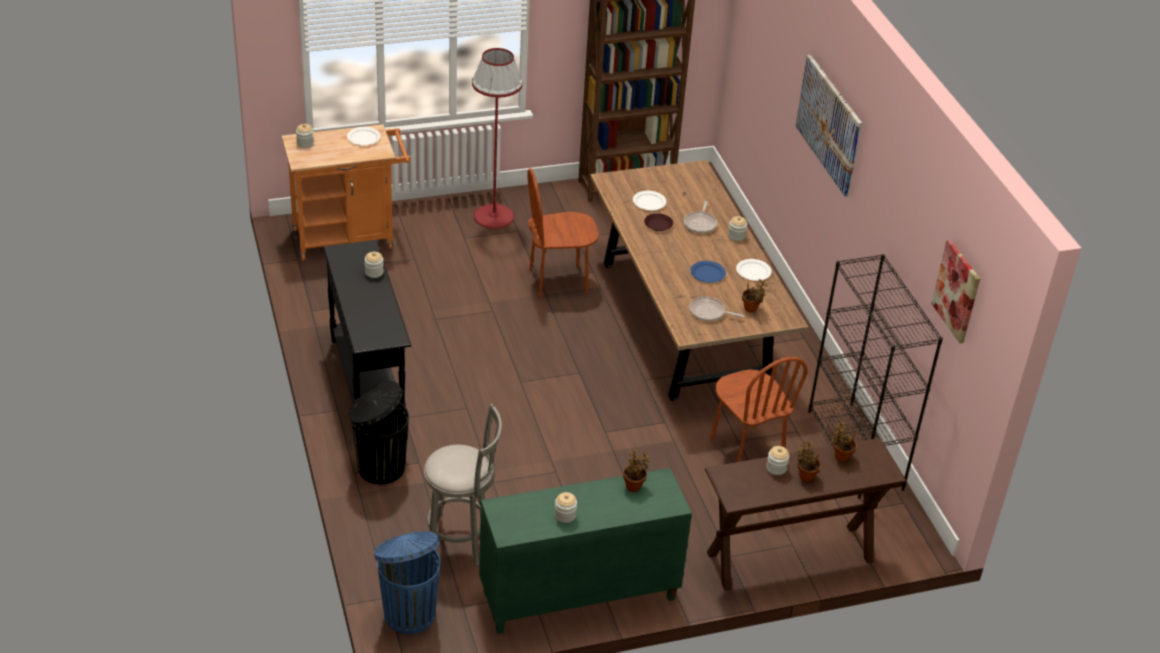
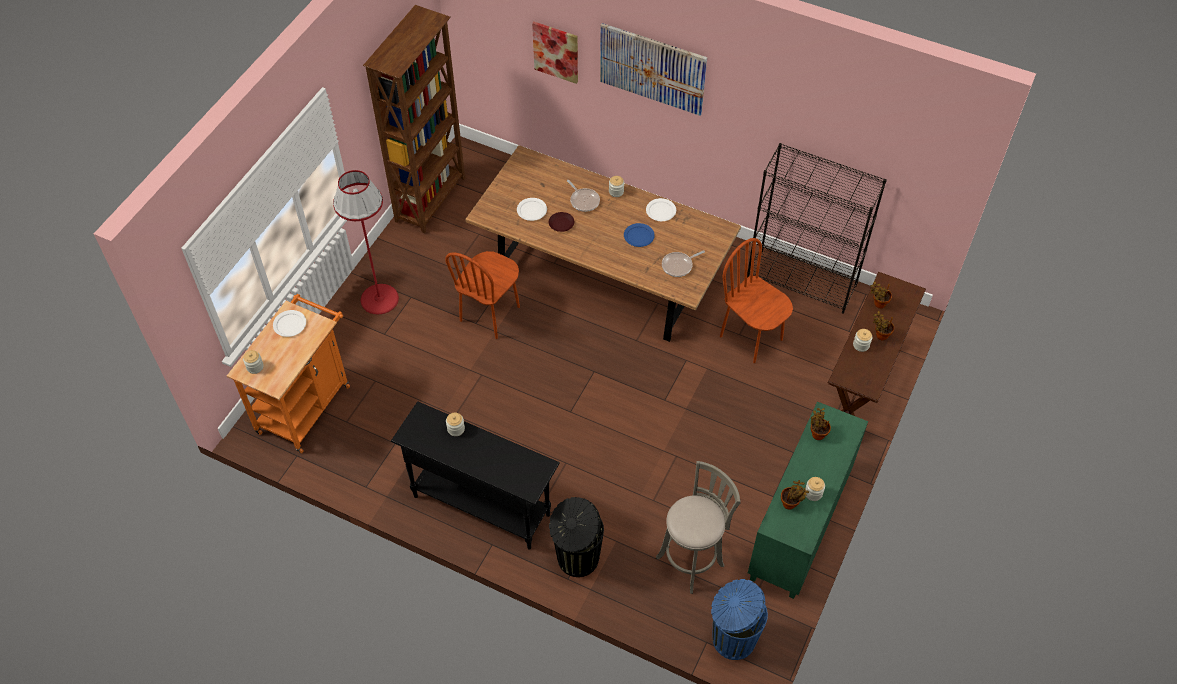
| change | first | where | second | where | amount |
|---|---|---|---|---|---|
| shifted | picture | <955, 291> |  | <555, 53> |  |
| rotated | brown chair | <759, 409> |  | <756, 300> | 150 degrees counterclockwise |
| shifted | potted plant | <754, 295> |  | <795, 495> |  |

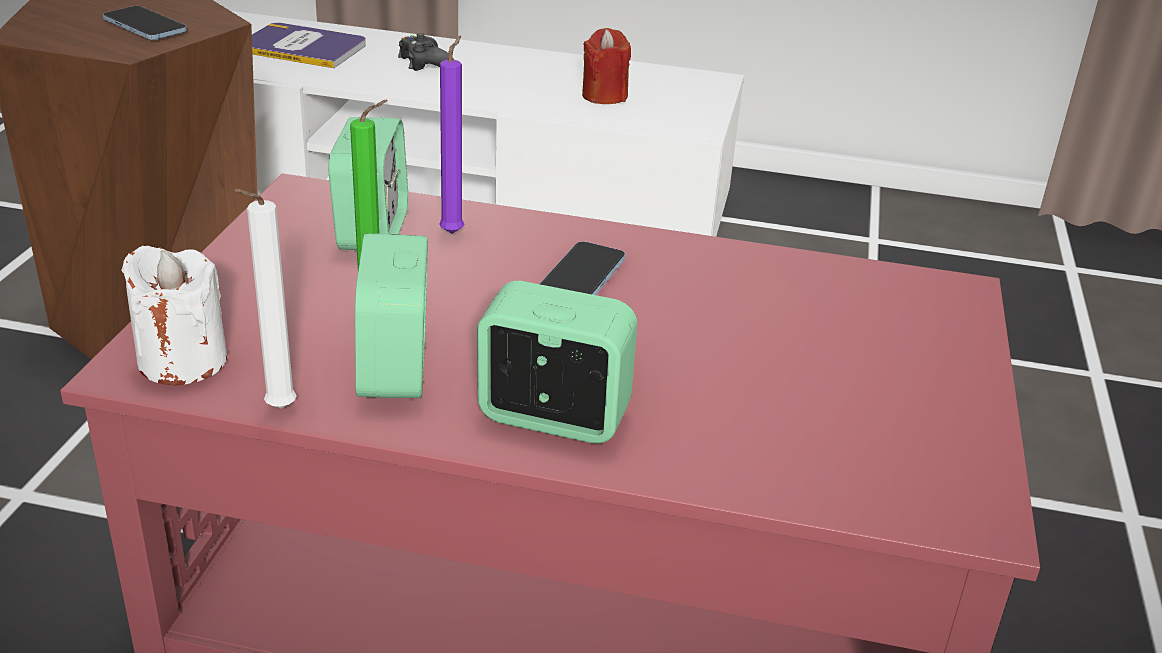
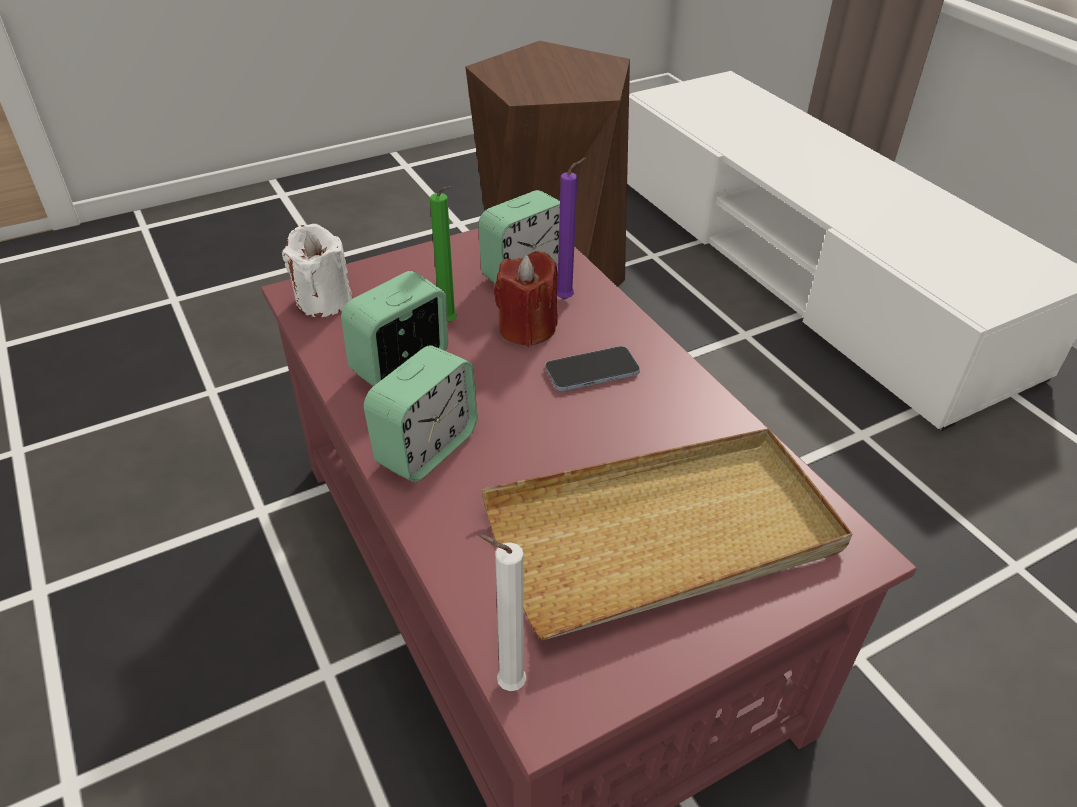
| change | first | where | second | where | amount |
|---|---|---|---|---|---|
| rotated | alarm clock | <557, 362> |  | <421, 413> | 60 degrees clockwise |
| shifted | white candle | <265, 299> |  | <502, 613> |  |
| new |  |  | beige tray | <667, 534> |  |
| shifted | red candle | <606, 66> |  | <526, 299> |  |
| gone | phone | <145, 23> |  |  |  |
| gone | book | <309, 45> |  |  |  |
| gone | black game controller | <426, 52> |  |  |  |

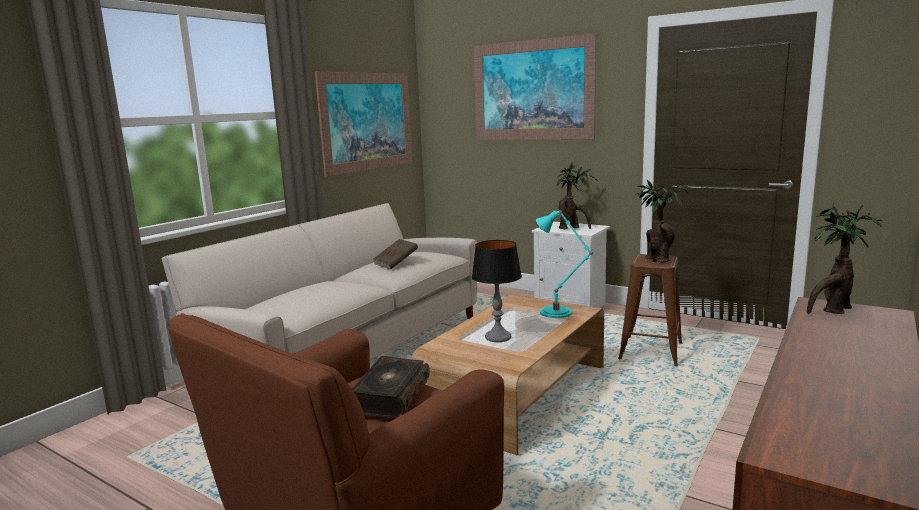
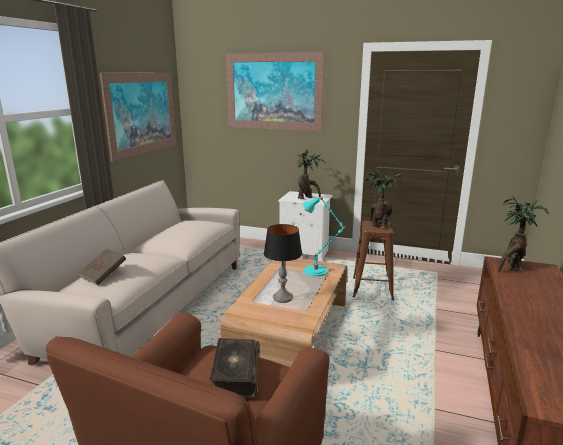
| change | first | where | second | where | amount |
|---|---|---|---|---|---|
| shifted | brown book | <395, 254> |  | <102, 267> |  |

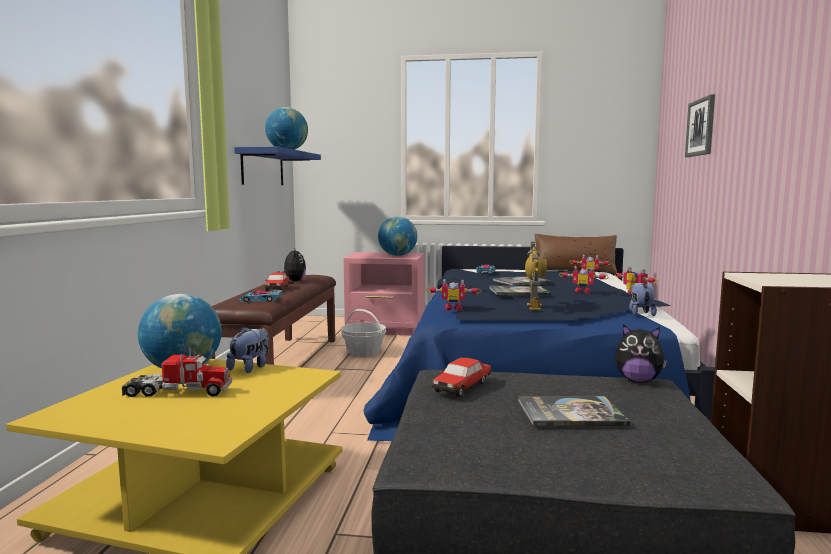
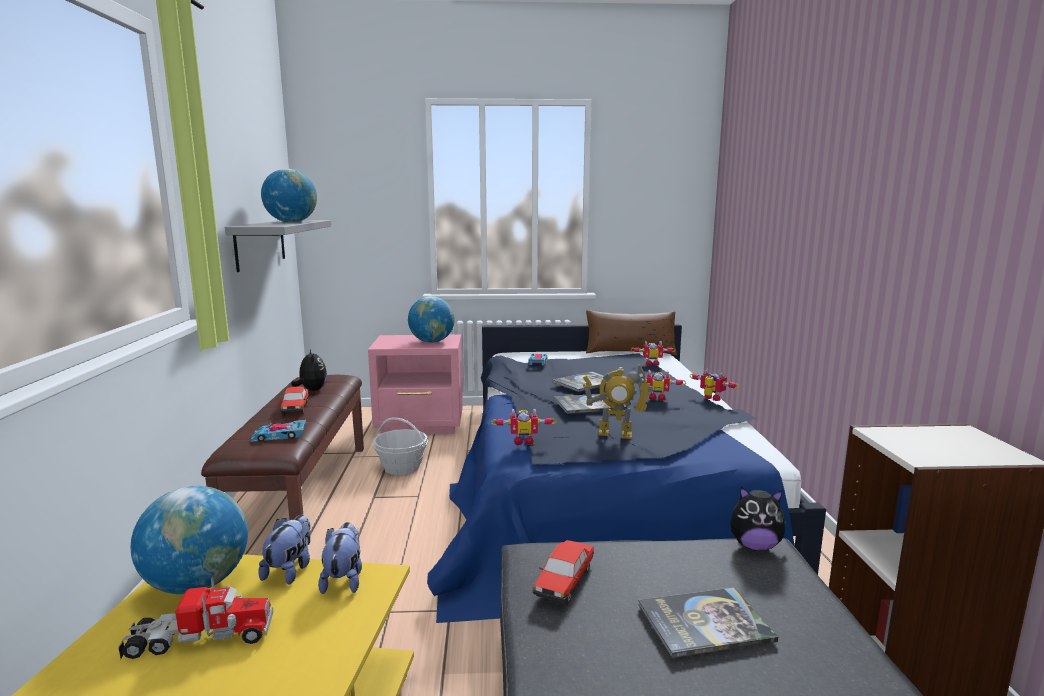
| change | first | where | second | where | amount |
|---|---|---|---|---|---|
| repainted | blue shelf | <277, 166> | grey shelf | <278, 246> |  |
| shifted | plush toy | <643, 299> |  | <340, 558> |  |
| rotated | toy robot | <536, 276> |  | <618, 401> | 105 degrees clockwise |
| gone | picture | <700, 125> |  |  |  |

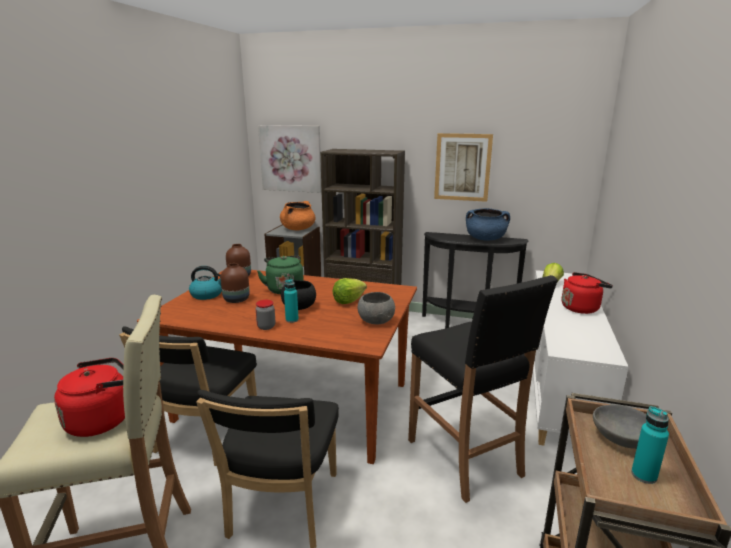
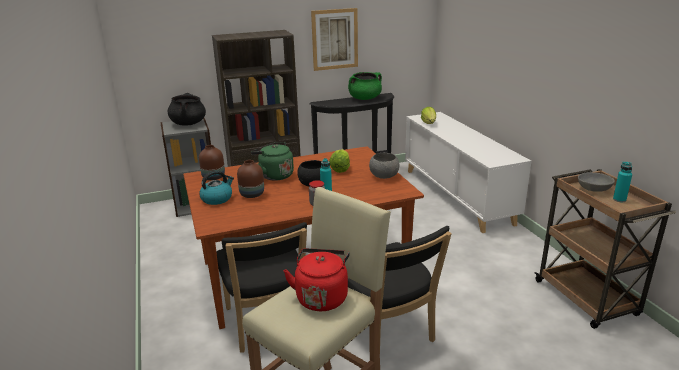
| change | first | where | second | where | amount |
|---|---|---|---|---|---|
| repainted | orange cooking pot | <297, 215> | black cooking pot | <186, 109> |  |
| repainted | blue cooking pot | <488, 224> | green cooking pot | <365, 86> |  |
| gone | picture | <290, 159> |  |  |  |
| gone | black stool | <483, 389> |  |  |  |
| gone | red kettle | <587, 293> |  |  |  |

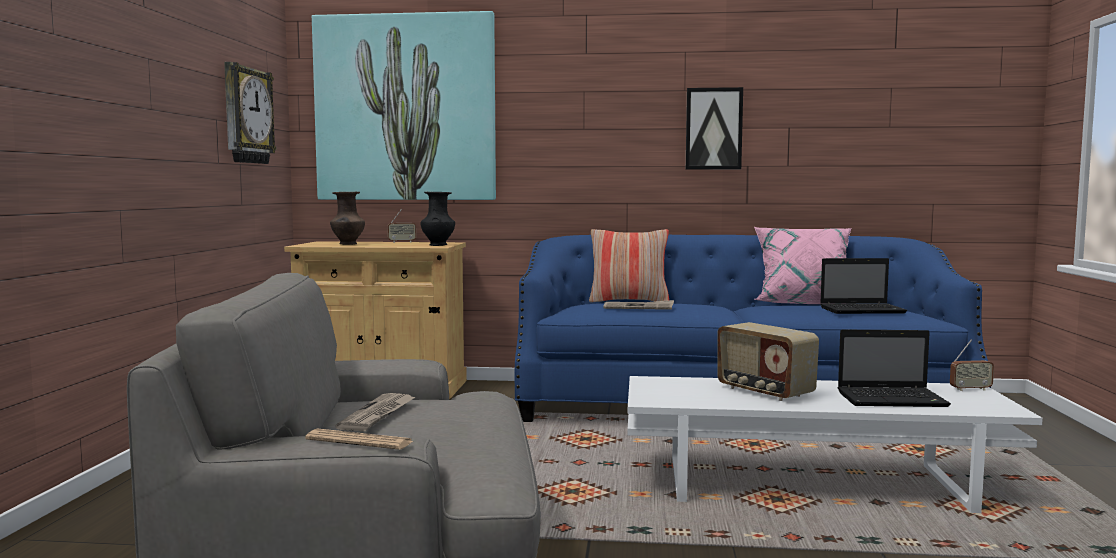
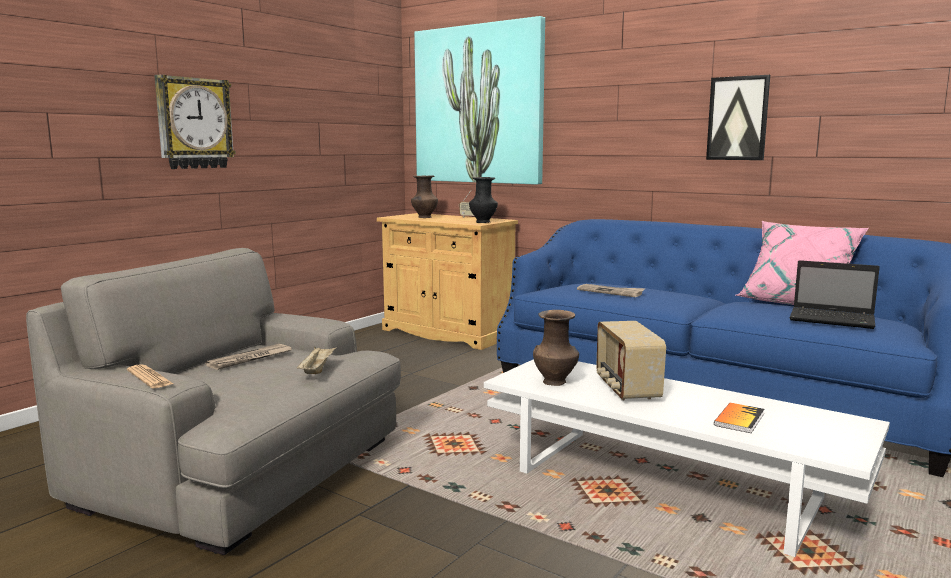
| change | first | where | second | where | amount |
|---|---|---|---|---|---|
| shifted | wall clock | <250, 113> |  | <195, 122> |  |
| new |  |  | beige tray | <316, 360> |  |
| new |  |  | brown vase | <556, 348> |  |
| swapped | laptop | <894, 368> | book | <739, 418> |  |
| gone | pillow | <629, 265> |  |  |  |
| gone | radio | <972, 365> |  |  |  |

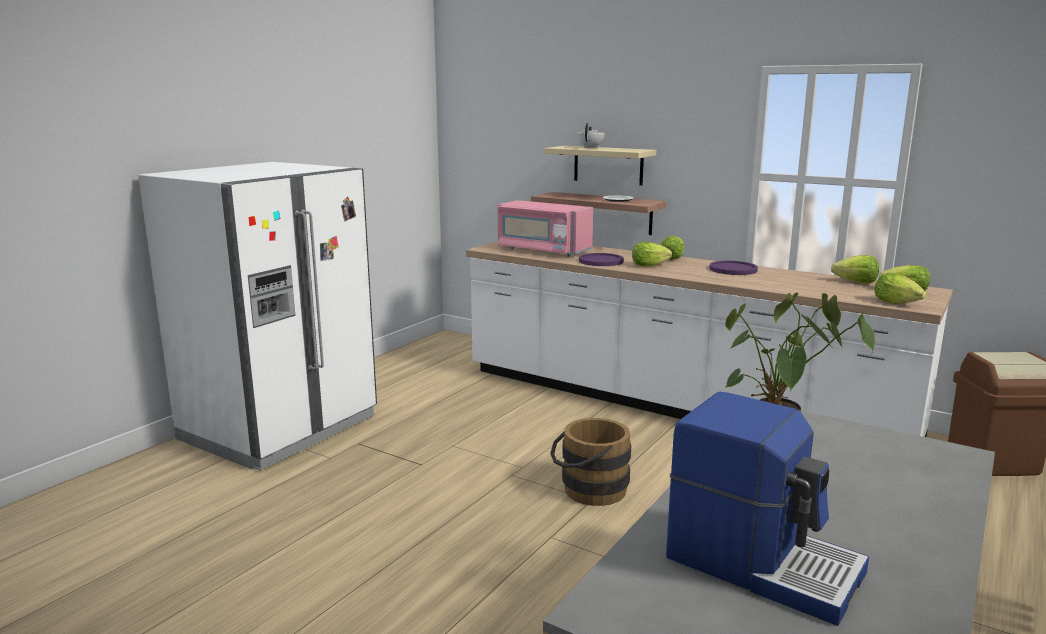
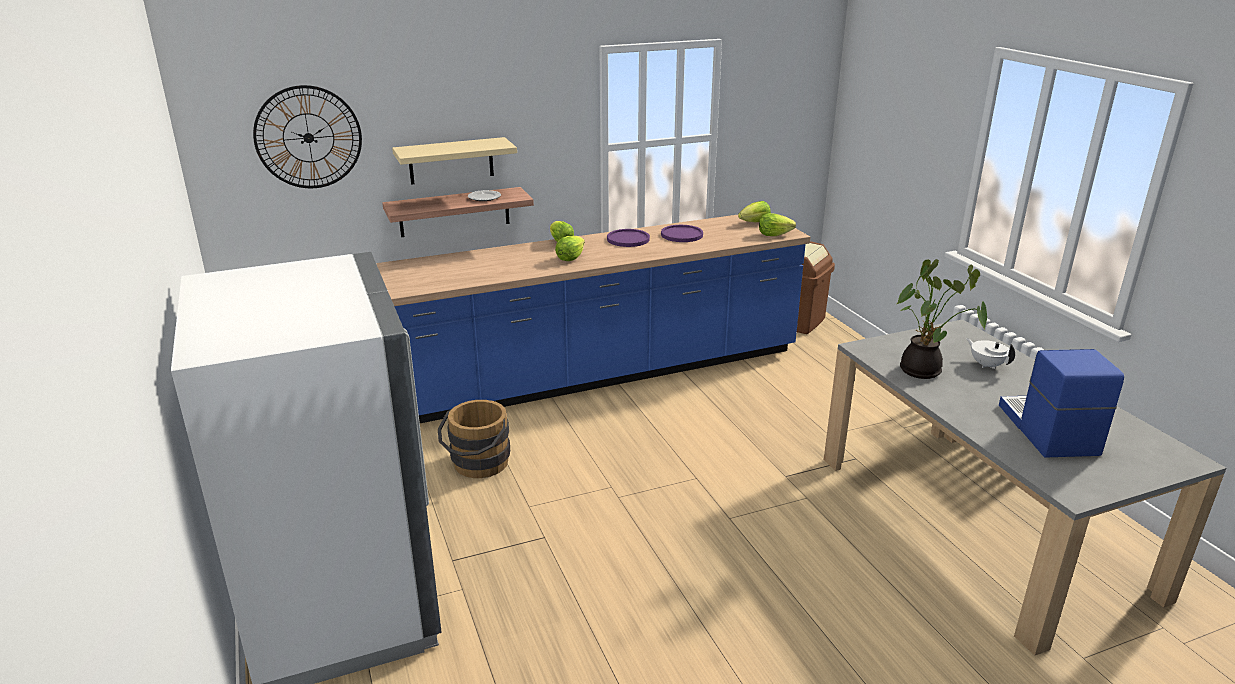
| change | first | where | second | where | amount |
|---|---|---|---|---|---|
| new |  |  | wall clock | <307, 136> |  |
| repainted | white counter | <709, 339> | blue counter | <593, 319> |  |
| shifted | brown bucket | <590, 462> |  | <474, 439> |  |
| shifted | purple plate | <601, 259> |  | <682, 233> |  |
| shifted | white teapot | <591, 136> |  | <990, 353> |  |
| rotated | coffee machine | <767, 508> |  | <1061, 403> | 75 degrees counterclockwise |
| gone | pink microwave | <545, 228> |  |  |  |
| gone | lettuce | <855, 269> |  |  |  |

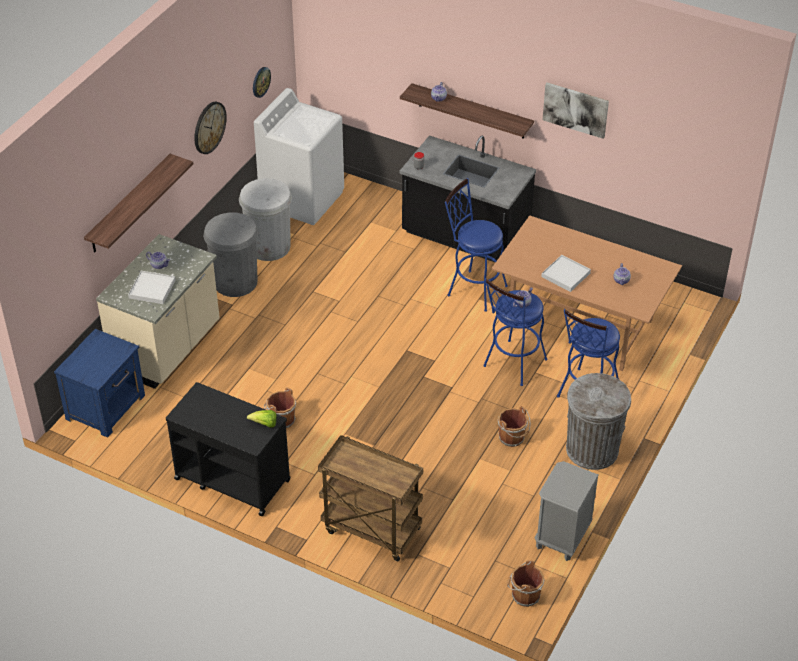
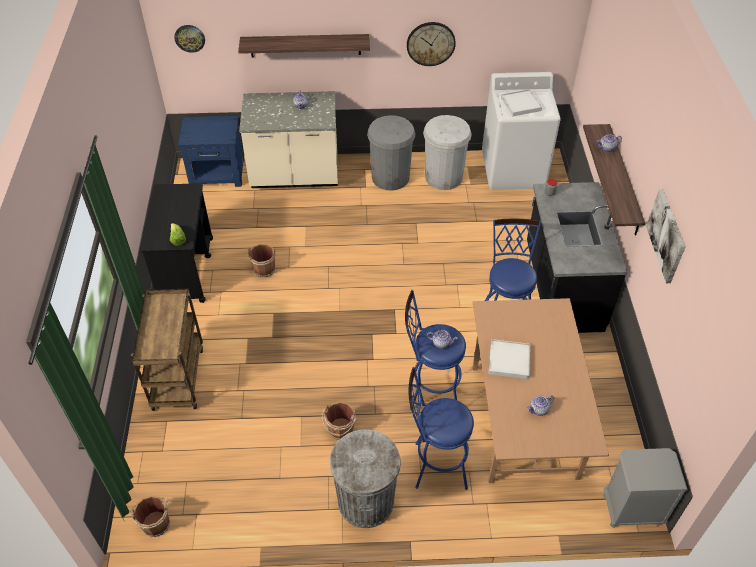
| change | first | where | second | where | amount |
|---|---|---|---|---|---|
| shifted | wall clock | <262, 82> |  | <189, 39> |  |
| shifted | white tray | <152, 287> |  | <521, 102> |  |
| shifted | grey nightstand | <567, 511> |  | <645, 488> |  |

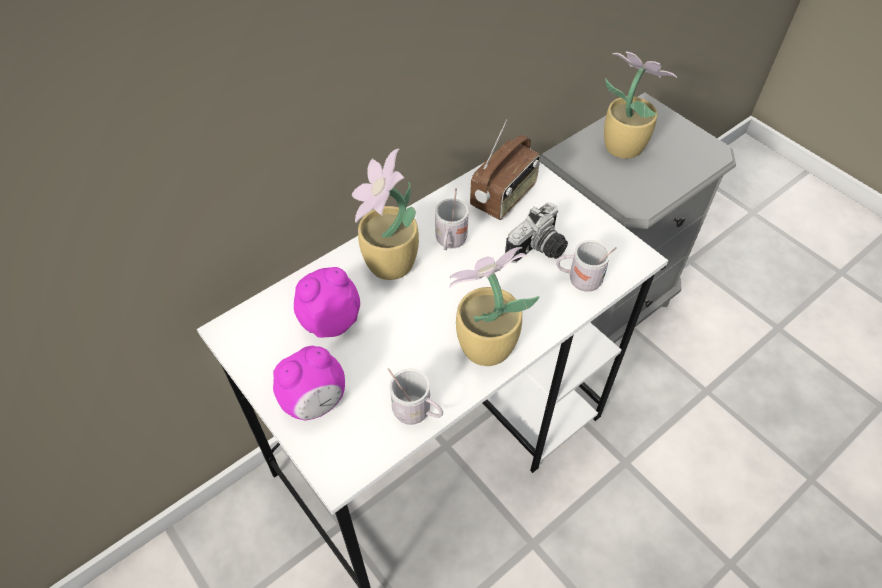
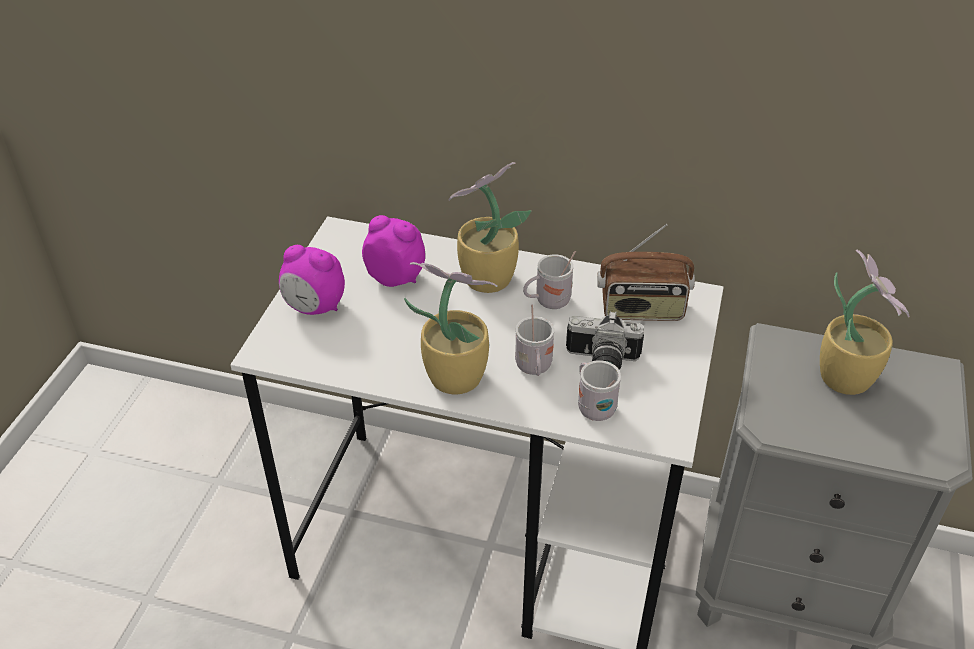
| change | first | where | second | where | amount |
|---|---|---|---|---|---|
| shifted | white mug | <415, 396> |  | <534, 340> |  |

